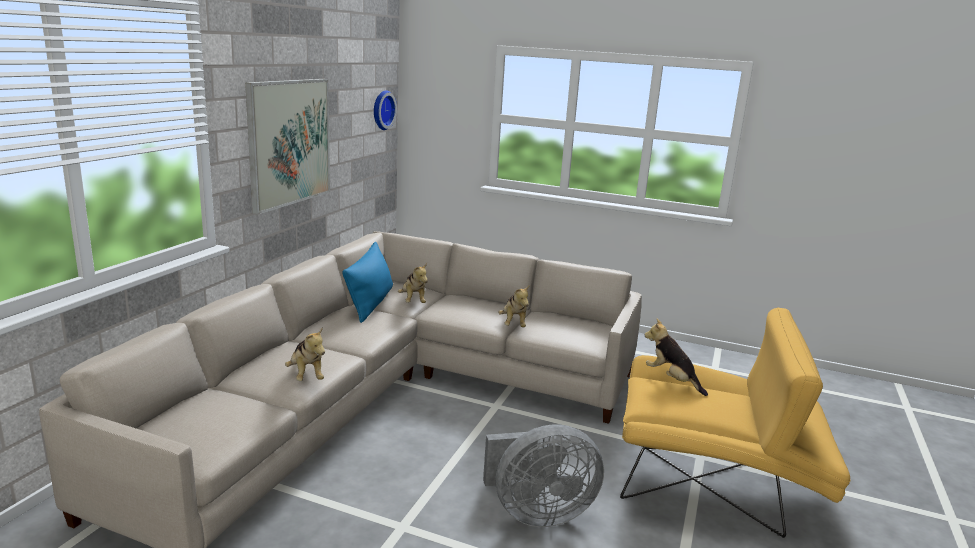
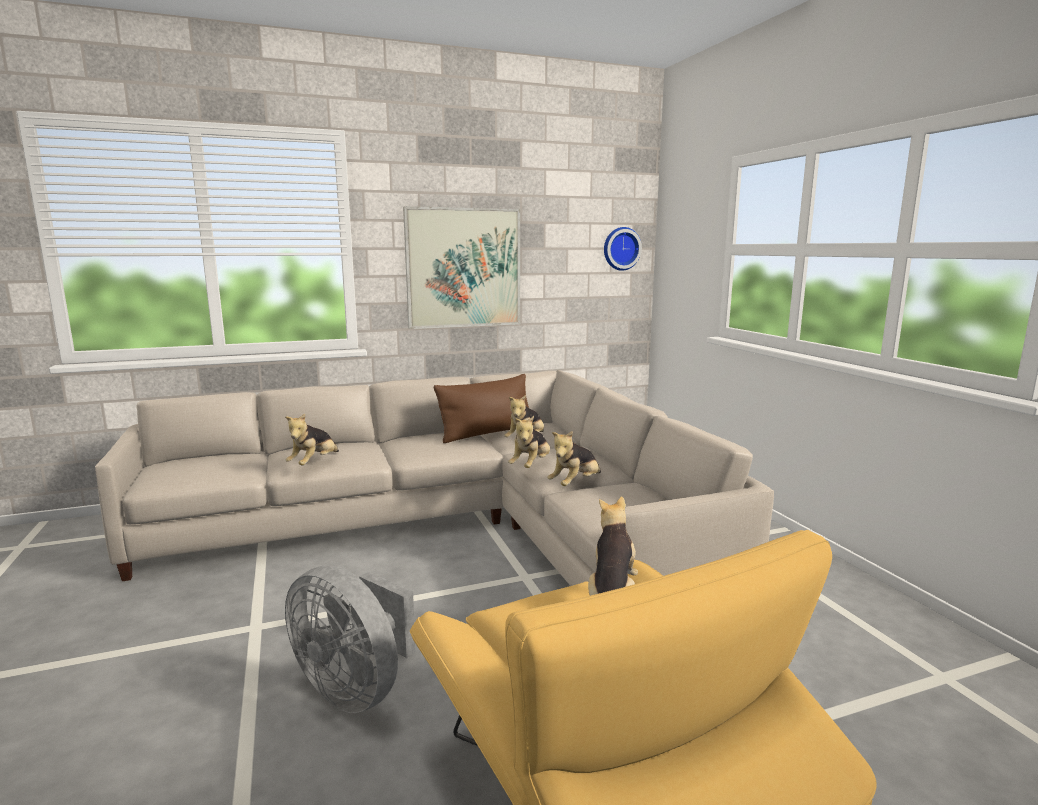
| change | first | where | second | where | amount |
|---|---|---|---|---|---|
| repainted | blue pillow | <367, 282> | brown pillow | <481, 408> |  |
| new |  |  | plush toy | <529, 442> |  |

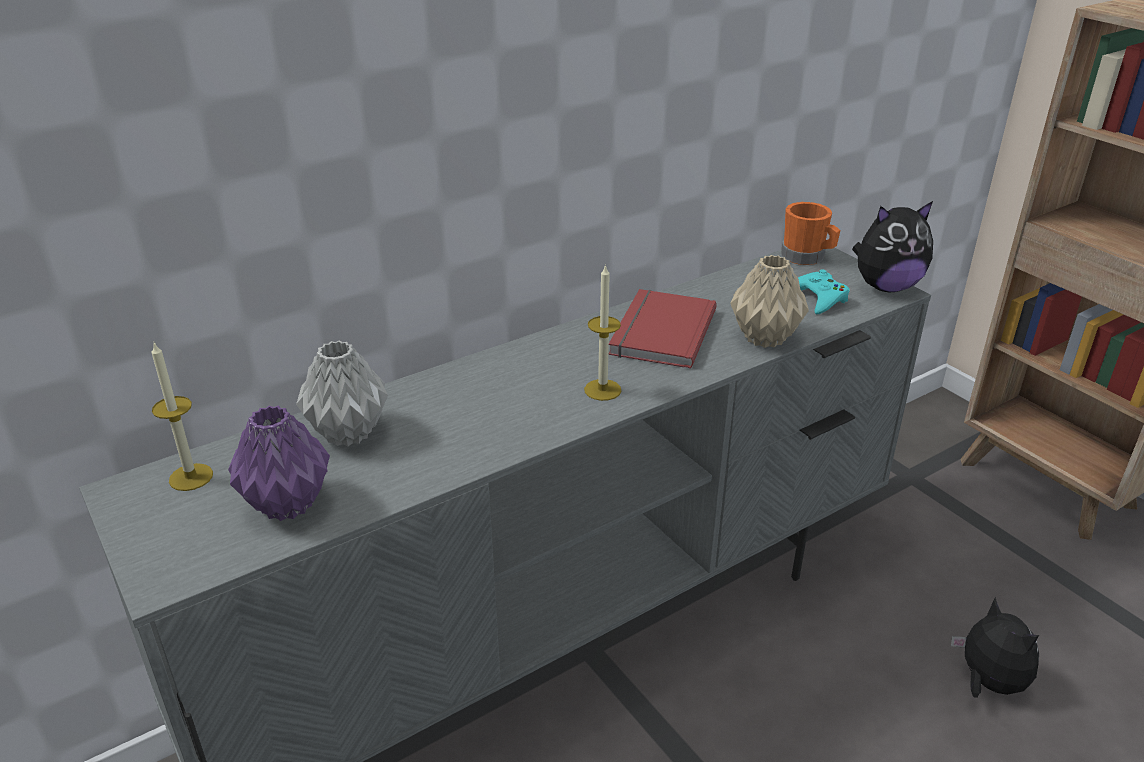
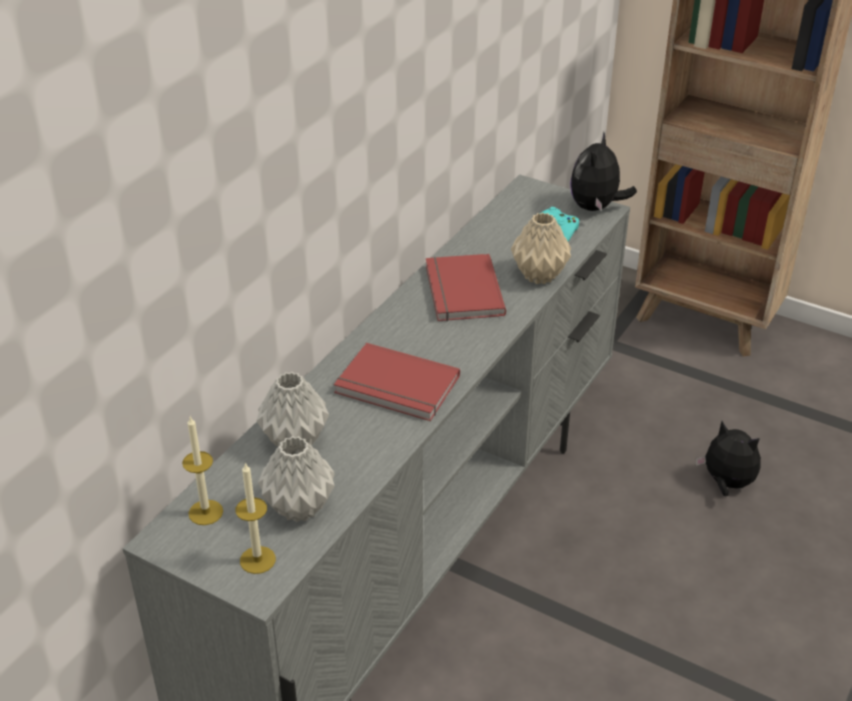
| change | first | where | second | where | amount |
|---|---|---|---|---|---|
| shifted | candle | <602, 332> |  | <256, 518> |  |
| repainted | purple vase | <279, 463> | grey vase | <296, 479> |  |
| new |  |  | red book | <397, 382> |  |
| rotated | plush toy | <892, 246> |  | <603, 171> | 150 degrees clockwise |
| gone | orange mug | <810, 233> |  |  |  |

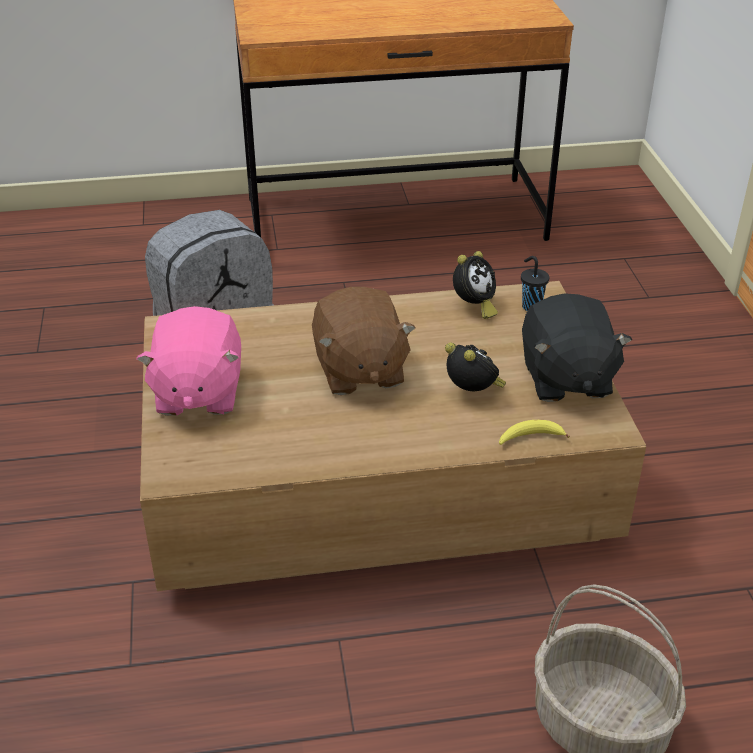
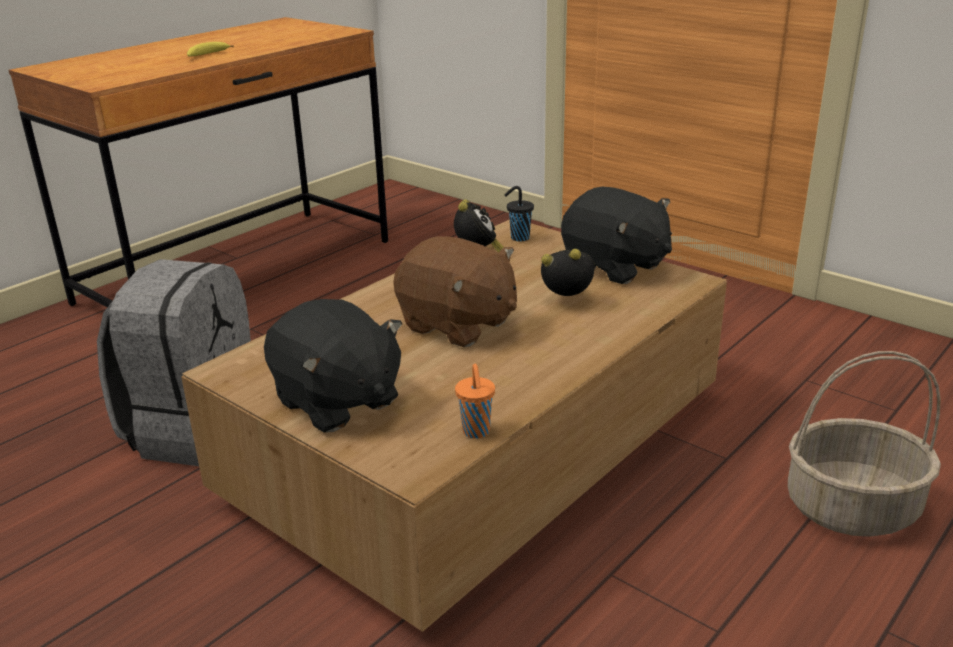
| change | first | where | second | where | amount |
|---|---|---|---|---|---|
| shifted | banana | <534, 432> |  | <210, 49> |  |
| repainted | pink plush toy | <188, 361> | black plush toy | <333, 366> |  |
| new |  |  | orange cup | <475, 401> |  |

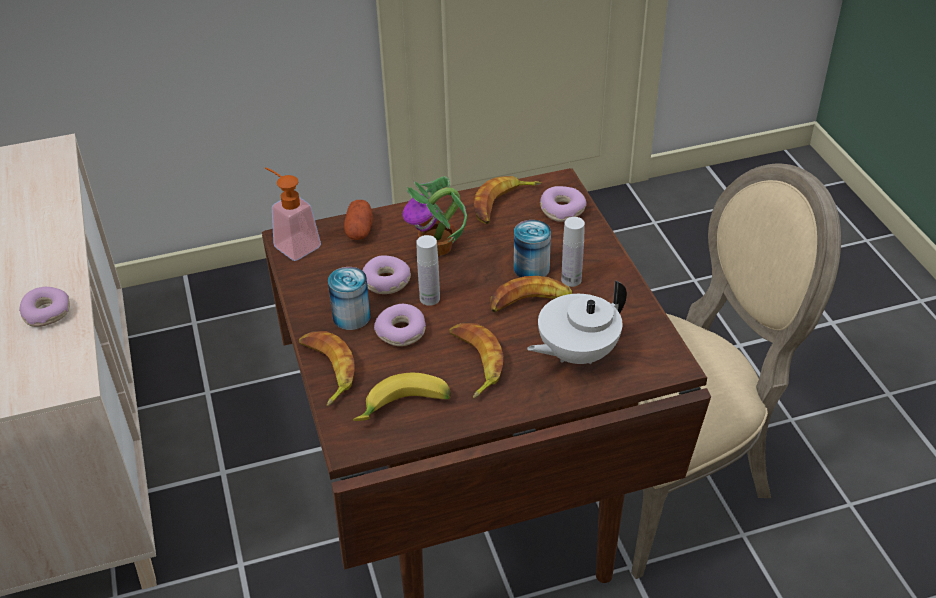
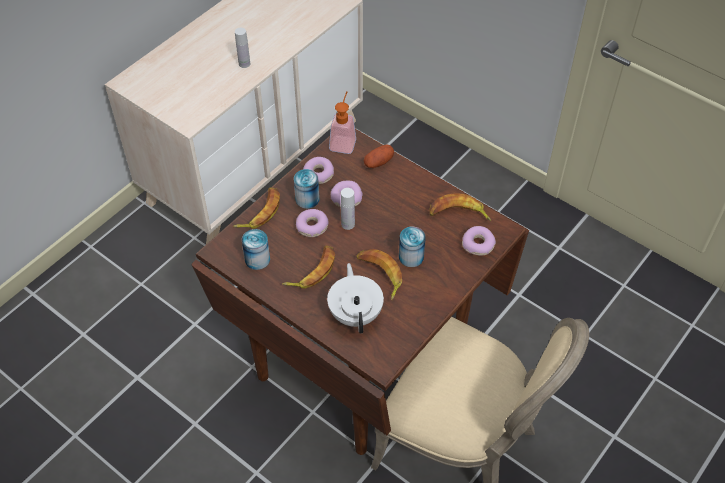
| change | first | where | second | where | amount |
|---|---|---|---|---|---|
| shifted | white bottle | <573, 252> |  | <242, 48> |  |
| swapped | banana | <402, 397> | can | <256, 249> |  |
| shifted | donut | <44, 307> |  | <318, 170> |  |
| rotated | white teapot | <577, 322> |  | <355, 298> | 60 degrees clockwise |
| gone | potted plant | <435, 216> |  |  |  |

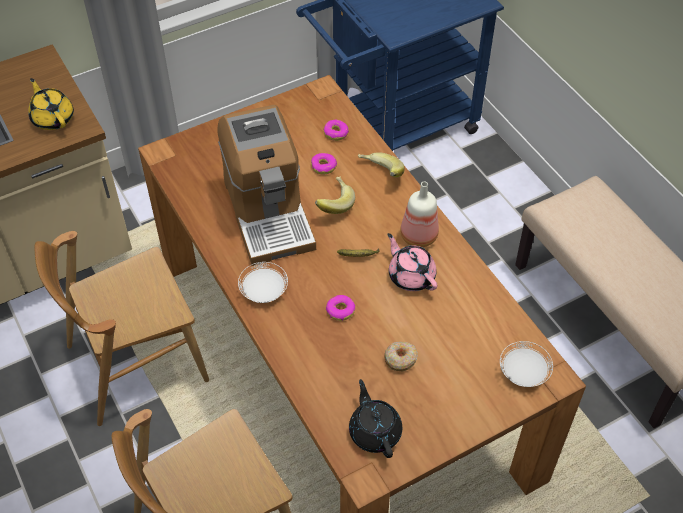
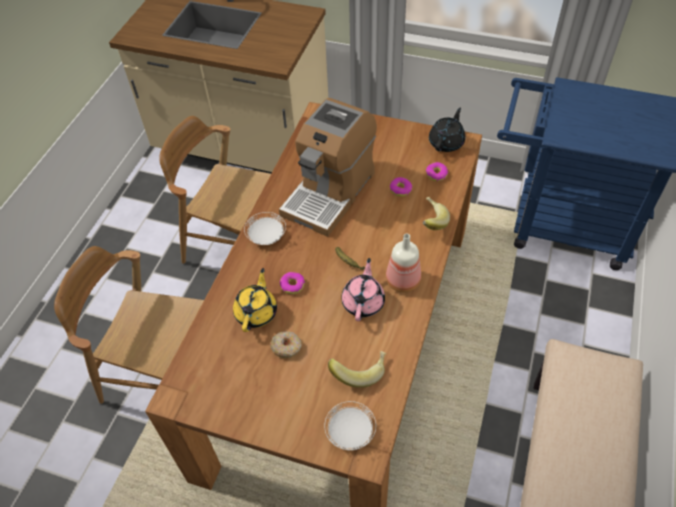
| change | first | where | second | where | amount |
|---|---|---|---|---|---|
| shifted | yellow teapot | <51, 104> |  | <255, 300> |  |
| shifted | banana | <335, 195> |  | <357, 369> |  |
| shifted | black teapot | <375, 418> |  | <447, 130> |  |

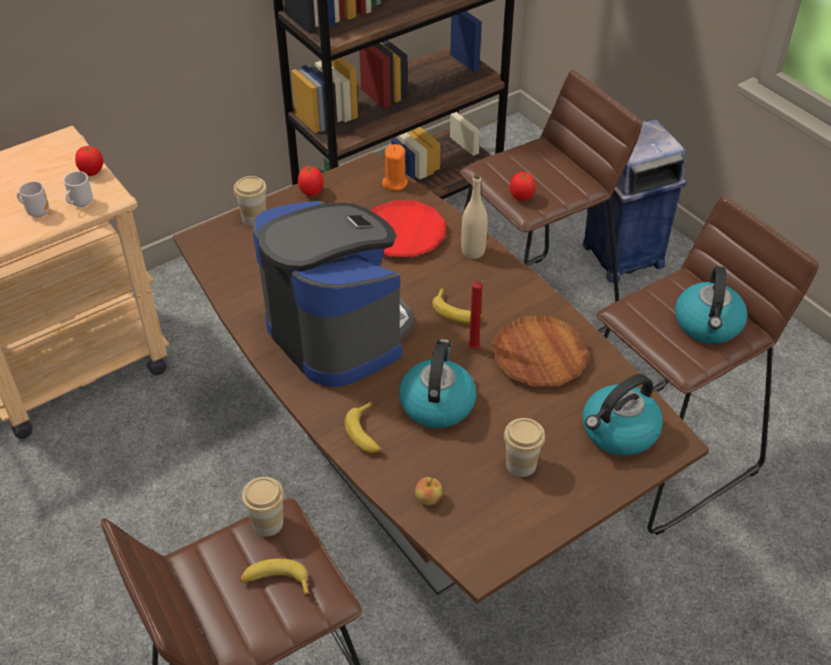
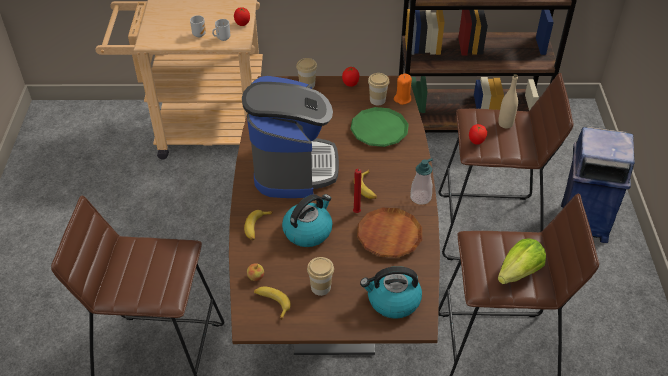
| change | first | where | second | where | amount |
|---|---|---|---|---|---|
| shifted | banana | <275, 577> |  | <272, 303> |  |
| repainted | red plate | <408, 229> | green plate | <379, 127> |  |
| shifted | cup | <263, 506> |  | <378, 89> |  |
| new |  |  | soap dispenser | <421, 181> |  |
| shifted | beige bottle | <474, 216> |  | <508, 101> |  |
| swapped | kettle | <711, 304> | lettuce | <522, 261> |  |

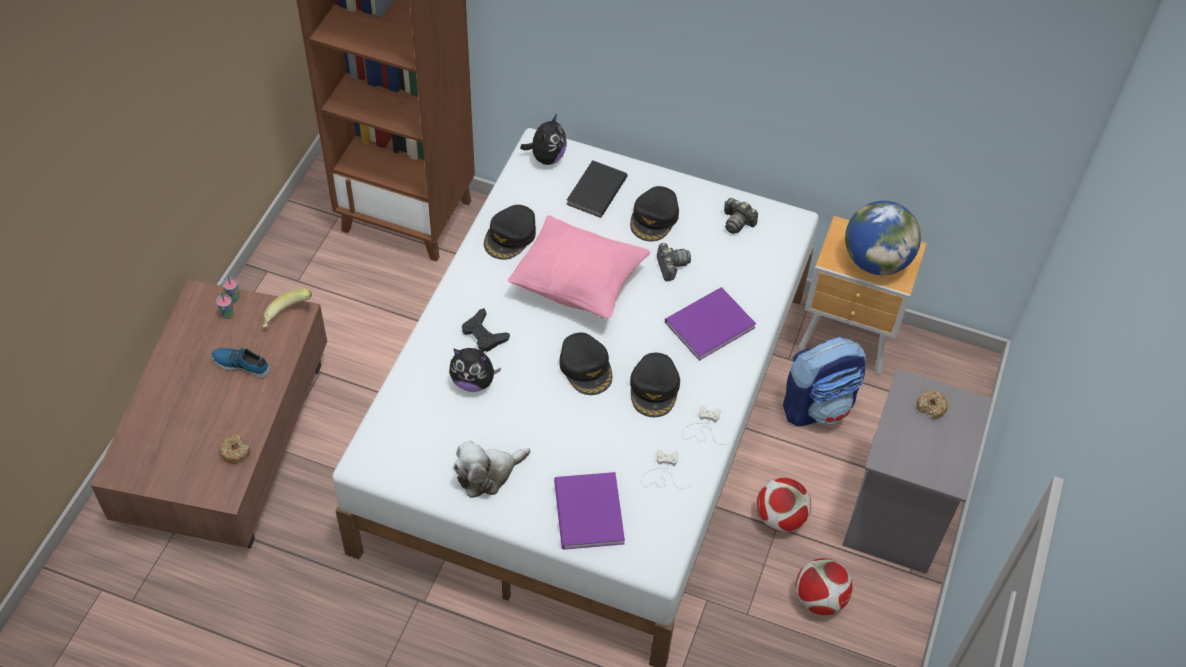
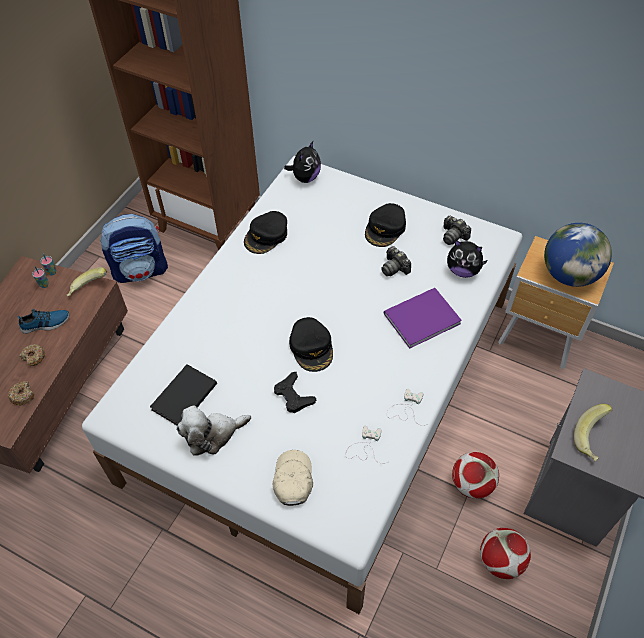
| change | first | where | second | where | amount |
|---|---|---|---|---|---|
| rotated | shoe | <241, 363> |  | <43, 321> | 135 degrees clockwise |
| shifted | donut | <933, 404> |  | <32, 355> |  |
| shifted | backpack | <824, 381> |  | <134, 248> |  |
| shifted | black book | <596, 189> |  | <183, 395> |  |
| swapped | purple book | <589, 511> | beige cap | <293, 478> |  |
| shifted | black game controller | <486, 330> |  | <295, 392> |  |
| rotated | photo camera | <674, 262> |  | <396, 261> | 150 degrees clockwise |
| shifted | plush toy | <475, 370> |  | <467, 258> |  |
| new |  |  | banana | <593, 432> |  |
| gone | pink pillow | <579, 267> |  |  |  |
| gone | black cap | <655, 385> |  |  |  |

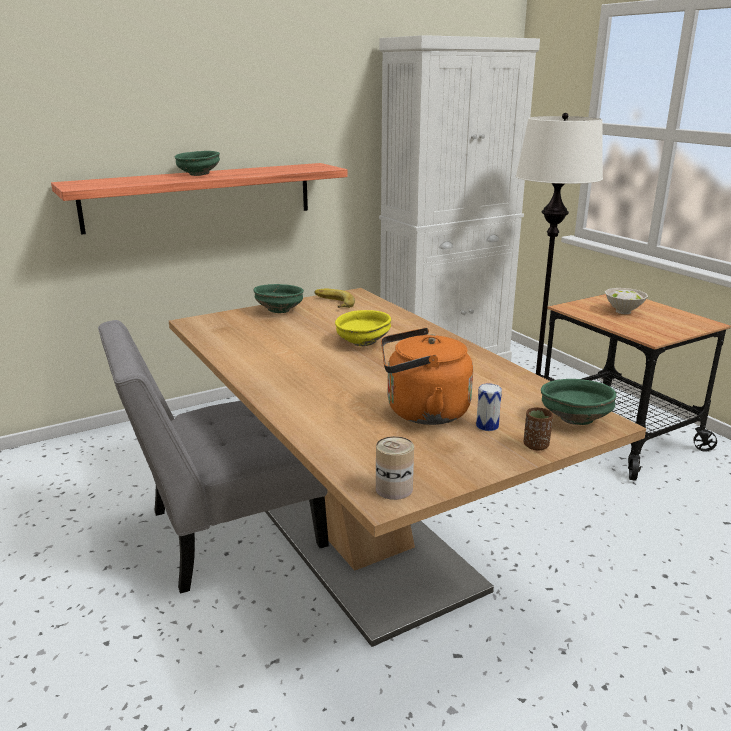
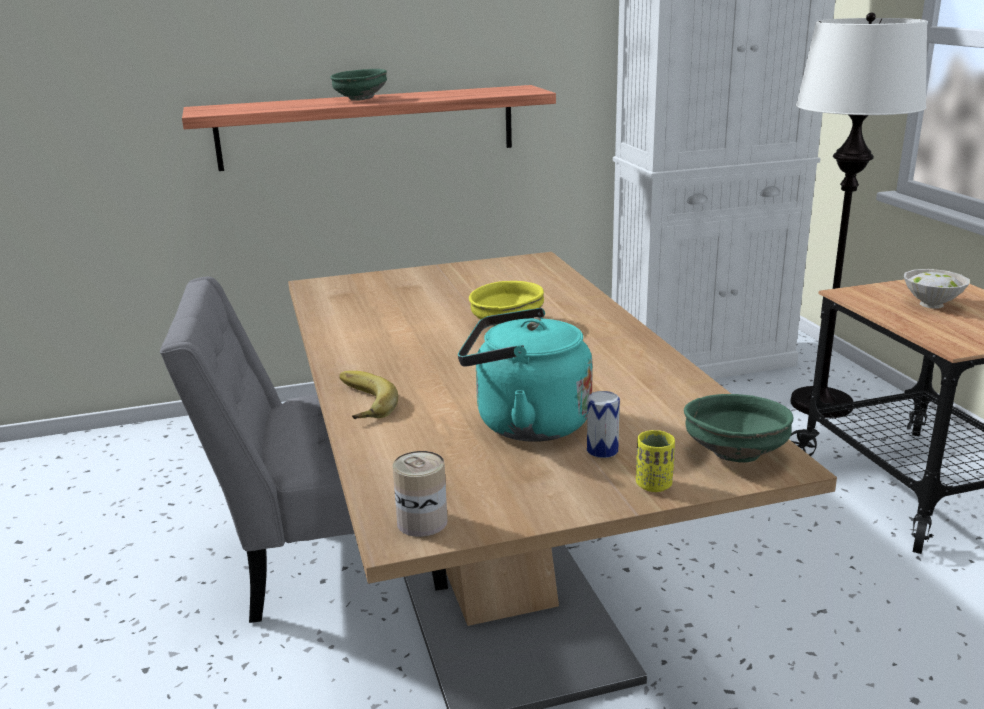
| change | first | where | second | where | amount |
|---|---|---|---|---|---|
| shifted | banana | <335, 298> |  | <368, 395> |  |
| repainted | orange kettle | <427, 376> | turquoise kettle | <525, 375> |  |
| repainted | brown cup | <538, 429> | yellow cup | <655, 461> |  |
| gone | green bowl | <279, 298> |  |  |  |

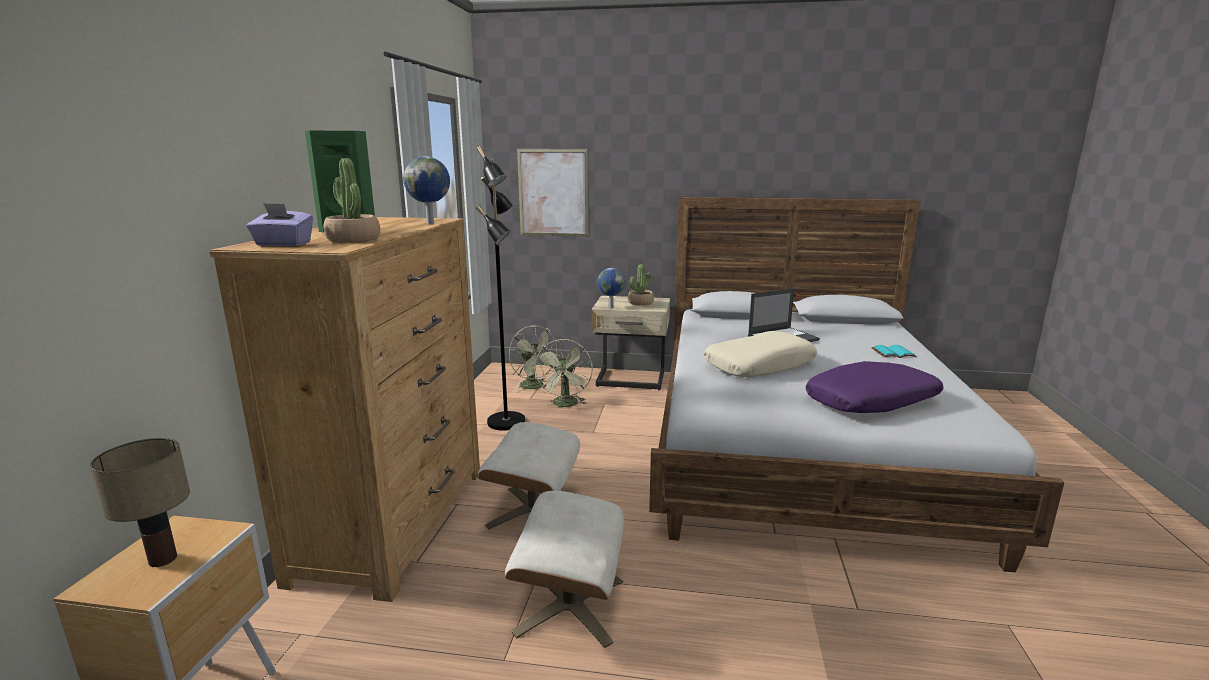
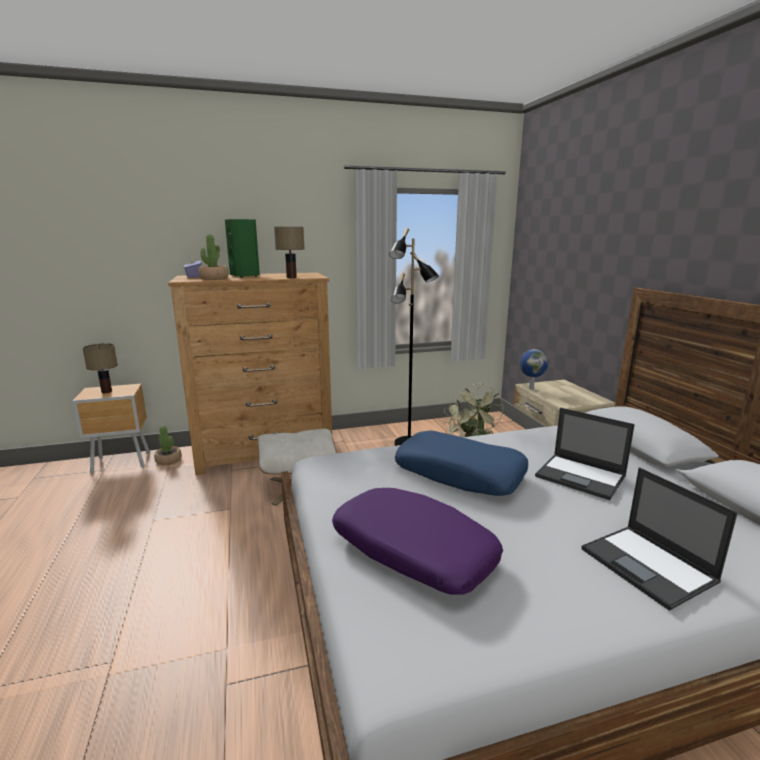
| change | first | where | second | where | amount |
|---|---|---|---|---|---|
| shifted | potted plant | <641, 285> |  | <168, 445> |  |
| swapped | globe | <426, 190> | table lamp | <289, 252> |  |
| repainted | beige pillow | <760, 354> | blue pillow | <461, 463> |  |
| swapped | turquoise book | <894, 351> | laptop | <660, 539> |  |
| gone | beige ottoman | <564, 569> |  |  |  |
| gone | picture | <553, 193> |  |  |  |

